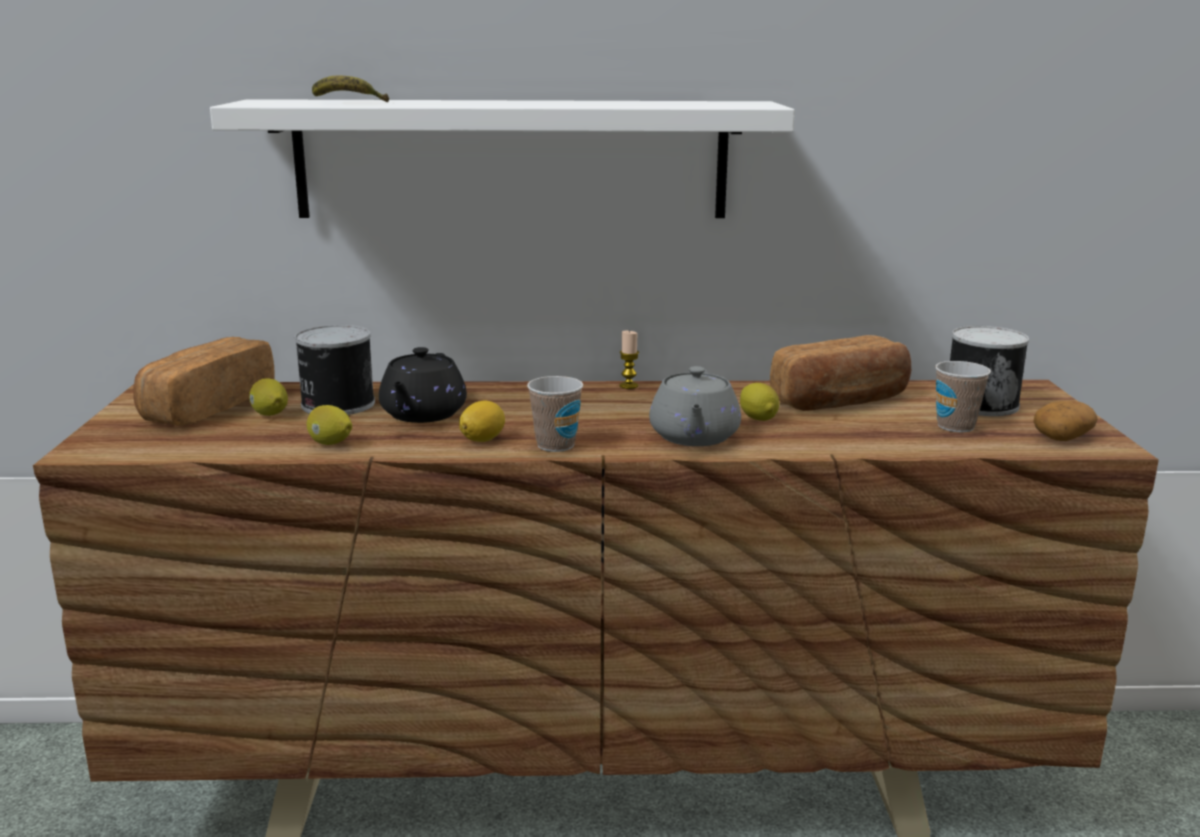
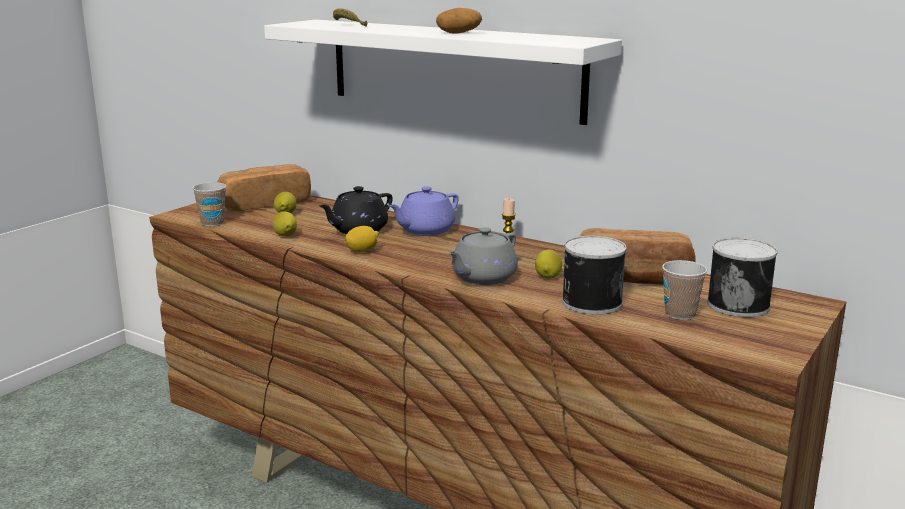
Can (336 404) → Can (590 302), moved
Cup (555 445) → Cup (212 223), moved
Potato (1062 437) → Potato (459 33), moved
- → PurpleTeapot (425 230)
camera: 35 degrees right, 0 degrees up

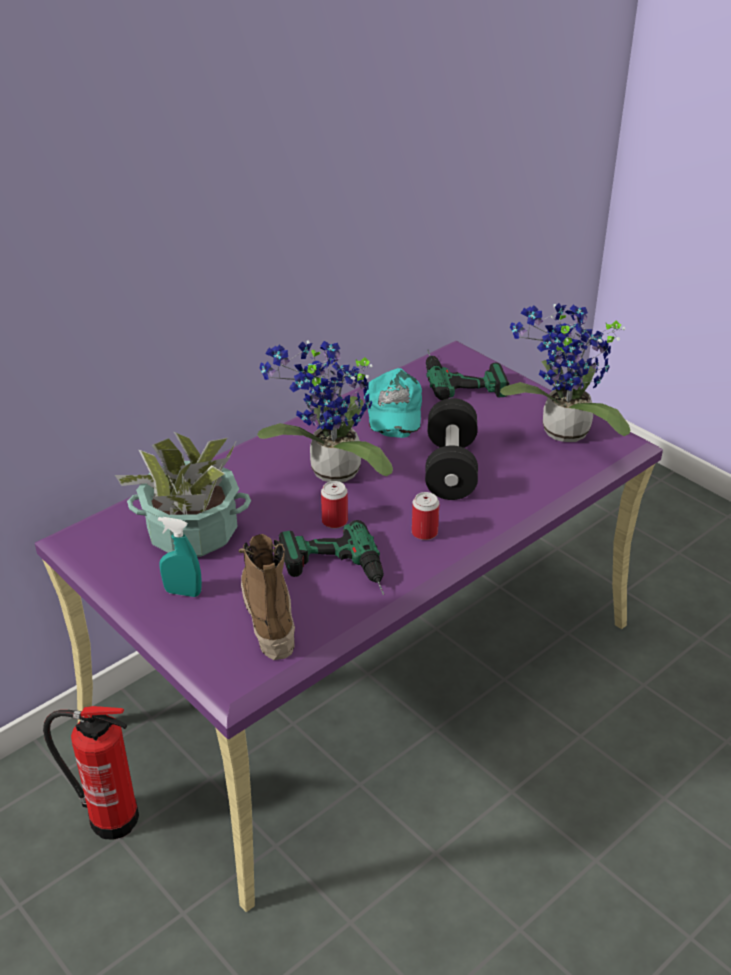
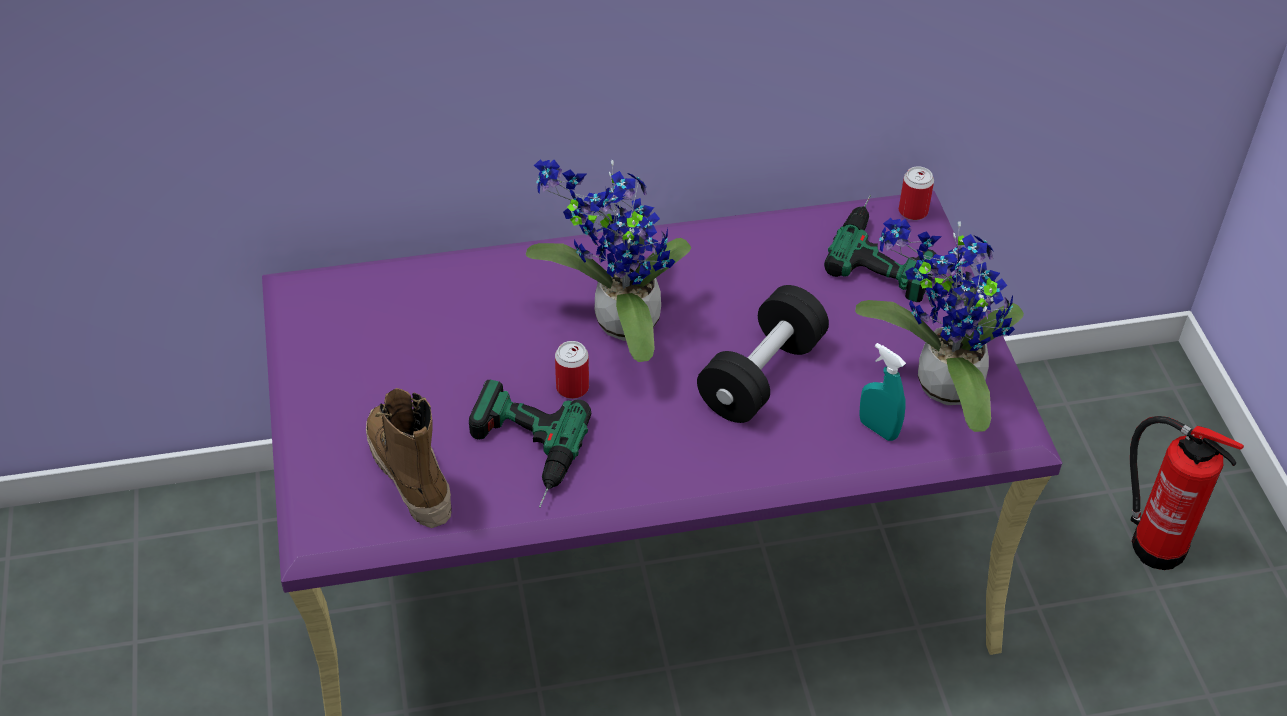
TurquoiseCap (392 411) → -
PottedPlant (192 533) → -
Can (424 532) → Can (913 211), moved
TurquoiseSprayBottle (183 592) → TurquoiseSprayBottle (878 429), moved
Boot (268 618) → Boot (409 475), 45 degrees counterclockwise
FireExtinguisher (110 817) → FireExtinguisher (1154 543), moved
camera: 30 degrees right, 10 degrees up

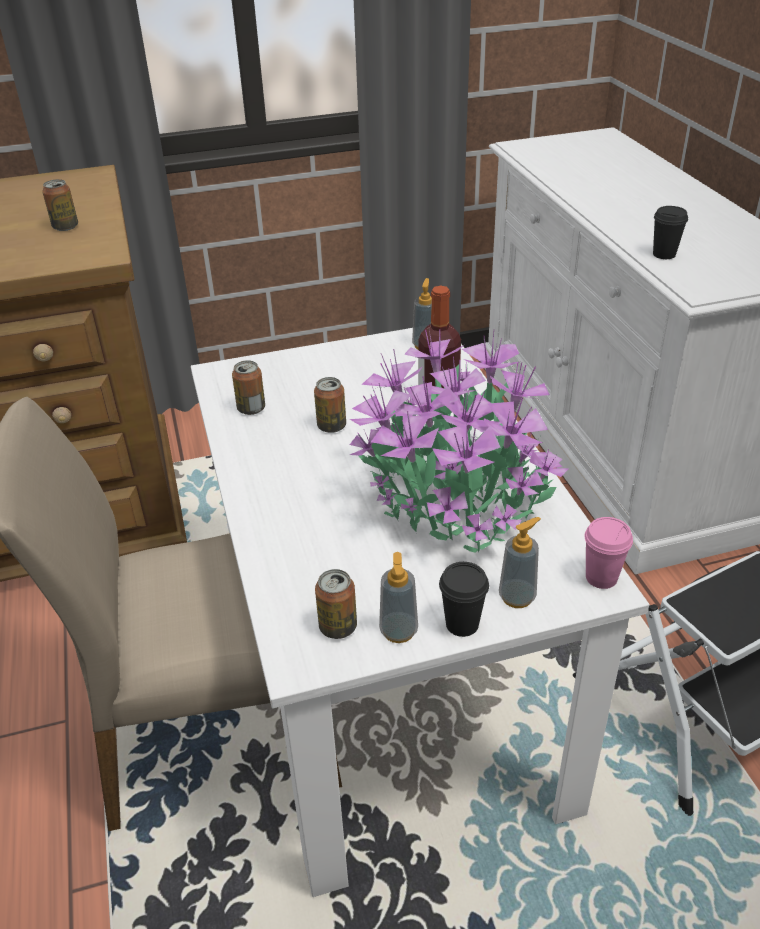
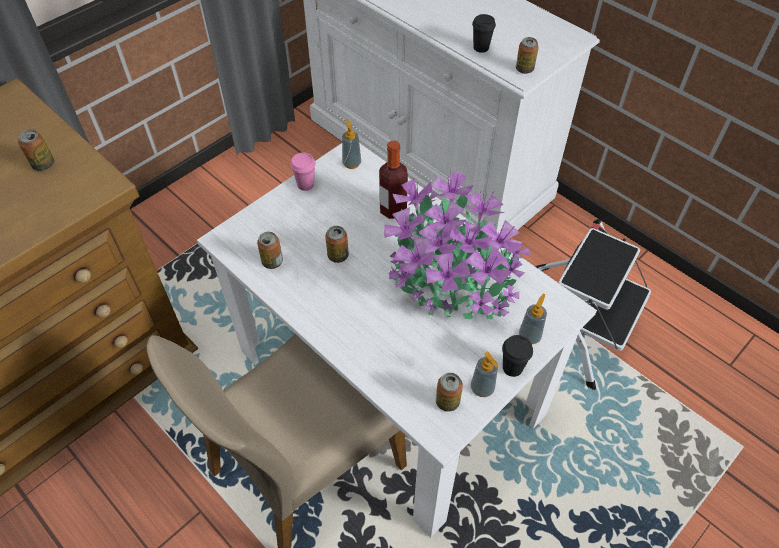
PinkCup (601 577) → PinkCup (305 184), moved
- → Can (524 69)
camera: 30 degrees left, 15 degrees up

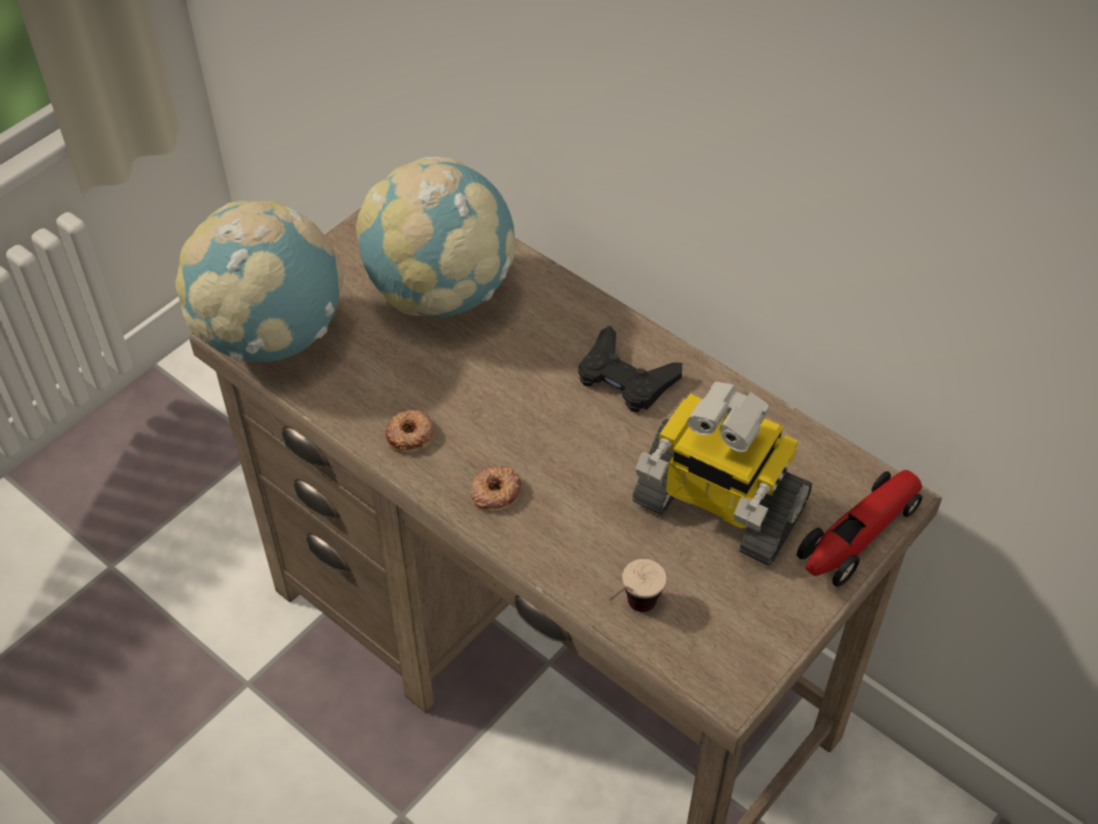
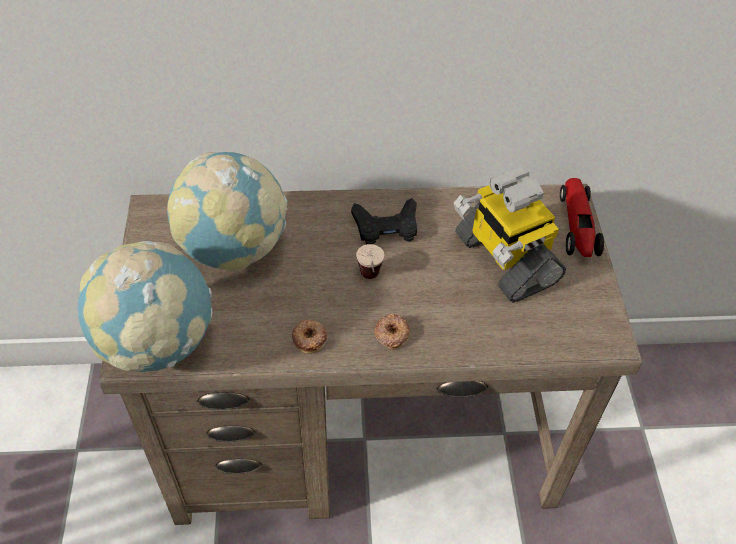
ToyRobot (717 507) → ToyRobot (504 259), 75 degrees clockwise
Cup (631 612) → Cup (370 281), moved
camera: 45 degrees left, 0 degrees up

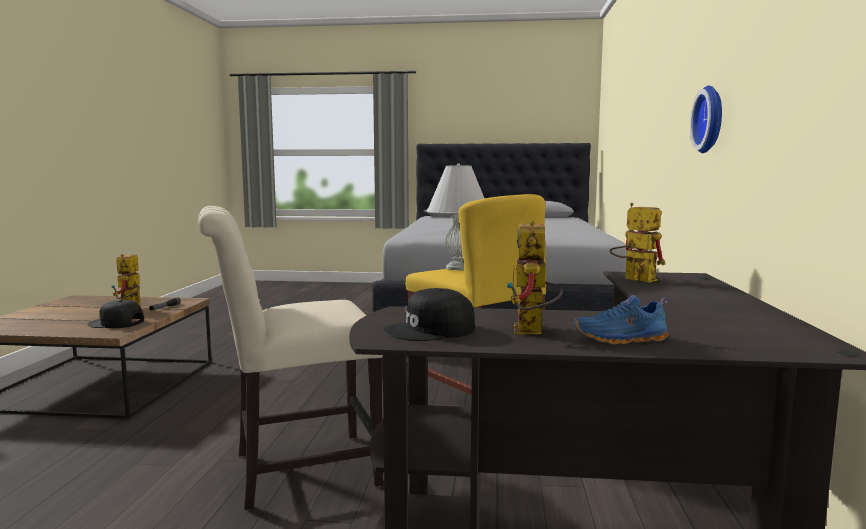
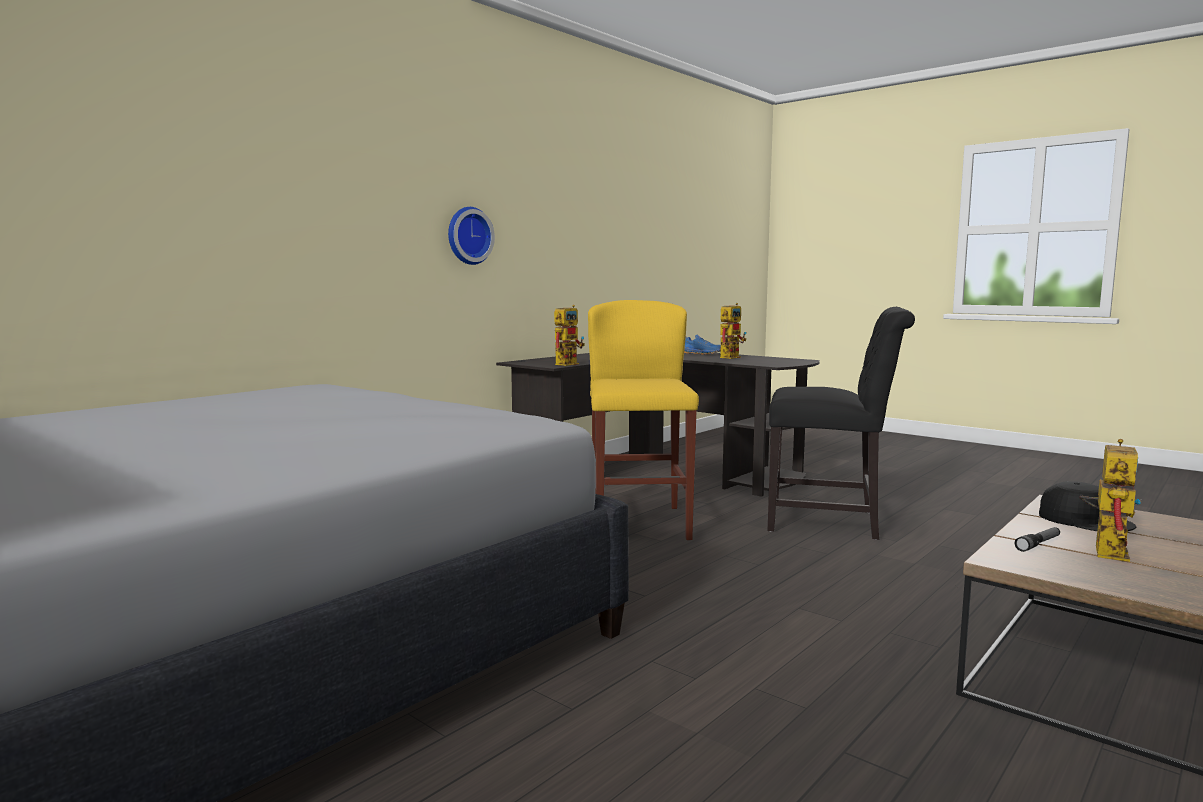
WhiteTableLamp (458 268) → -
ToyRobot (633 279) → ToyRobot (568 363), 135 degrees counterclockwise
BeigeChair (294 470) → BlackChair (831 522)
BlackCap (430 330) → -
camera: 145 degrees left, 0 degrees up

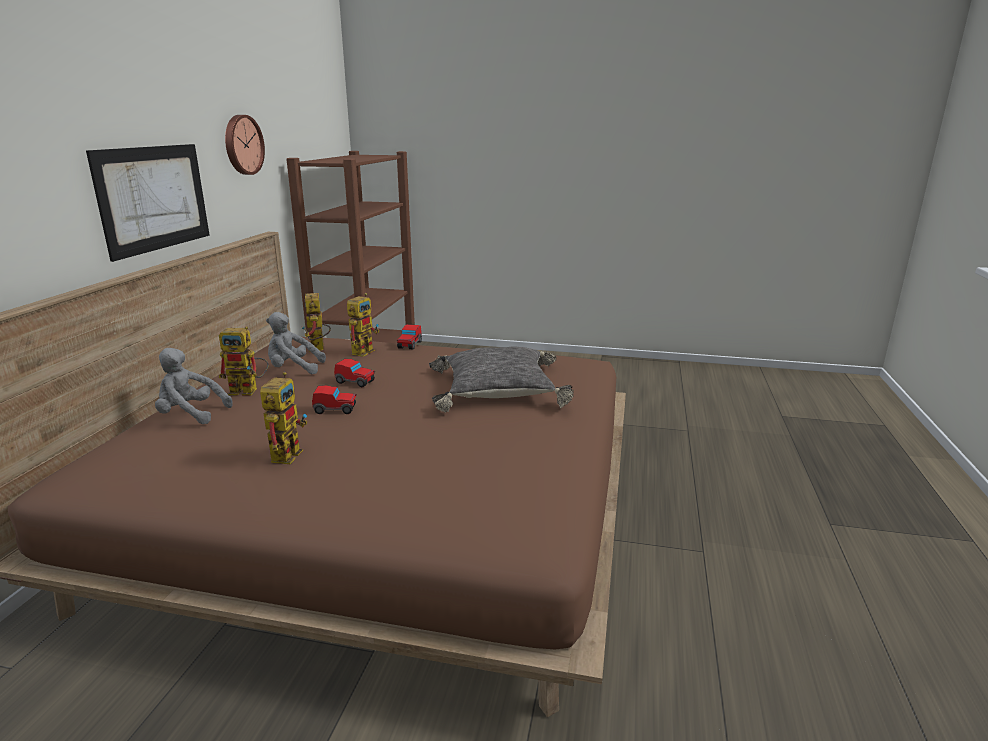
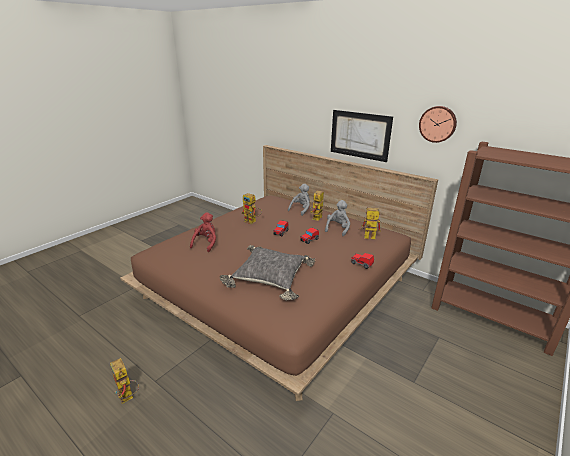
ToyRobot (364 350) → ToyRobot (128 397), moved
- → RedPlushToy (206 243)
camera: 115 degrees right, 5 degrees up

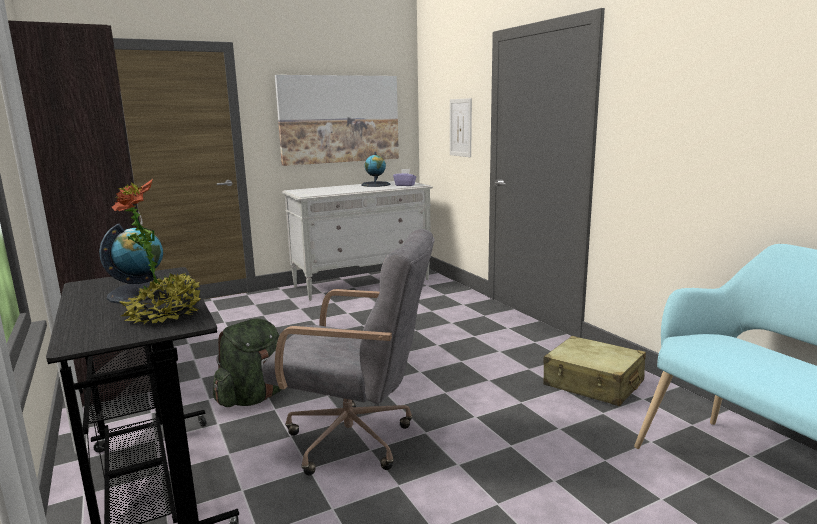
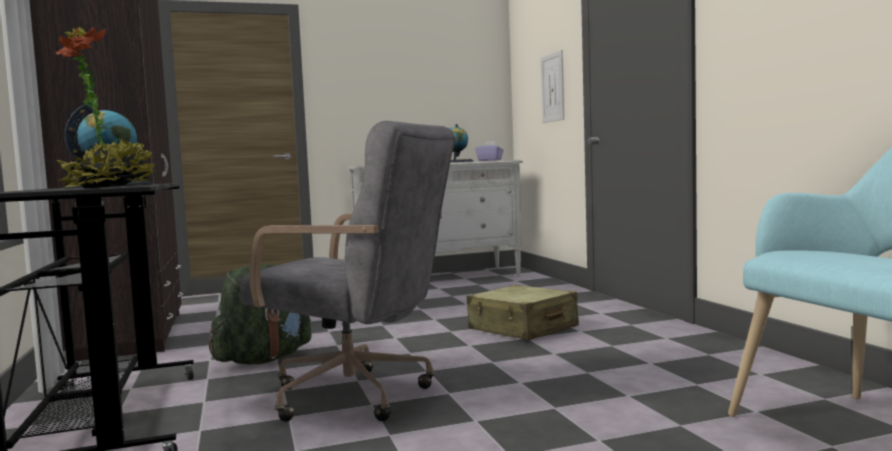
Picture (339 119) → -
BeigeSuitcase (593 384) → BeigeSuitcase (522 328), moved
camera: 10 degrees right, 10 degrees down

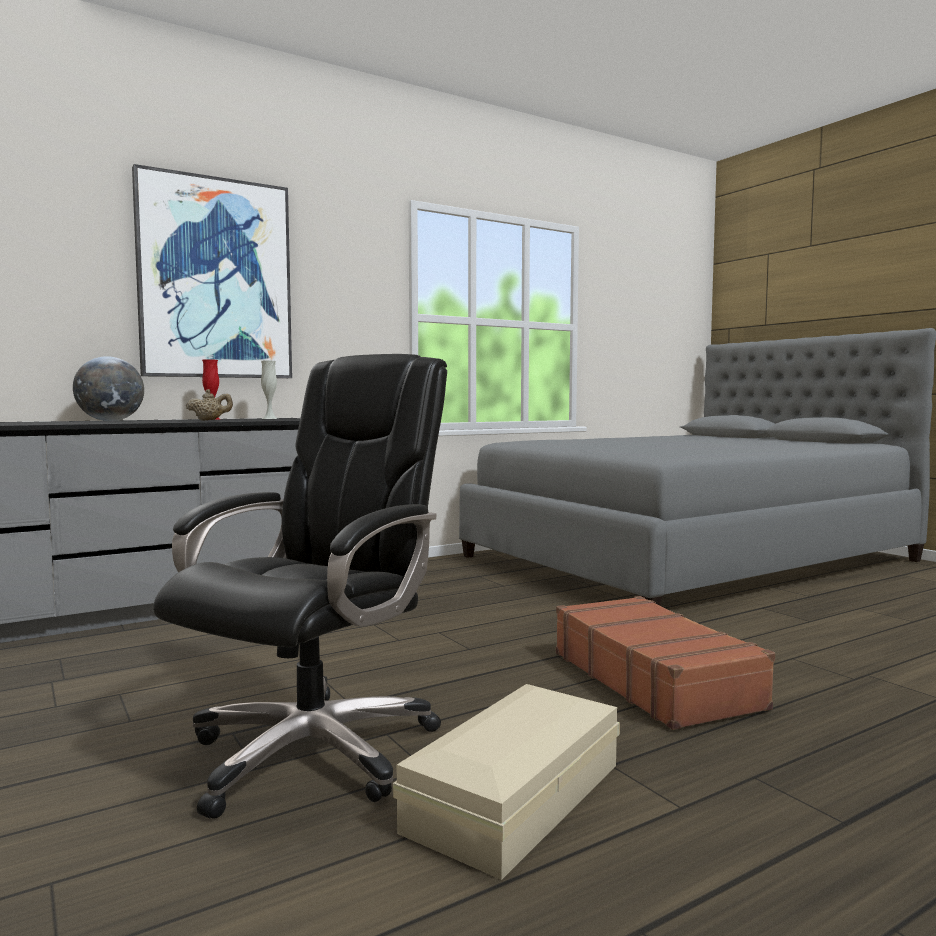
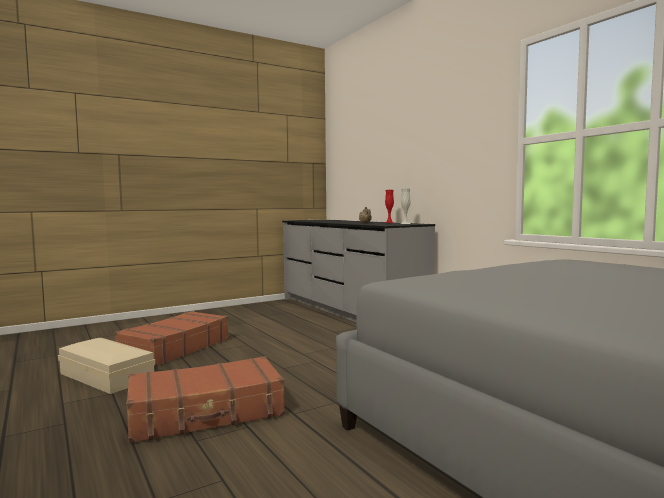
Picture (215 279) → -
BlackOfficeChair (315 750) → BrownSuitcase (175 348)
Globe (110 421) → -
camera: 90 degrees right, 0 degrees up

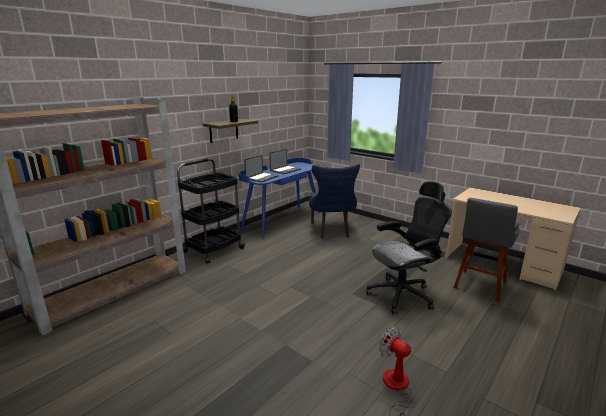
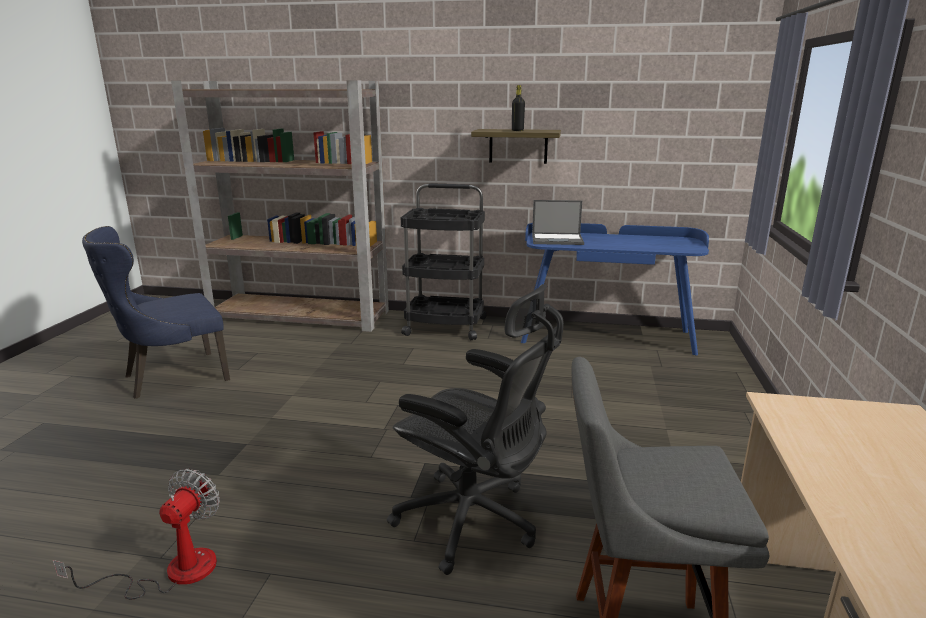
Laptop (285 170) → -
BlueChair (332 230) → BlueChair (172 377), moved
camera: 60 degrees right, 0 degrees up

